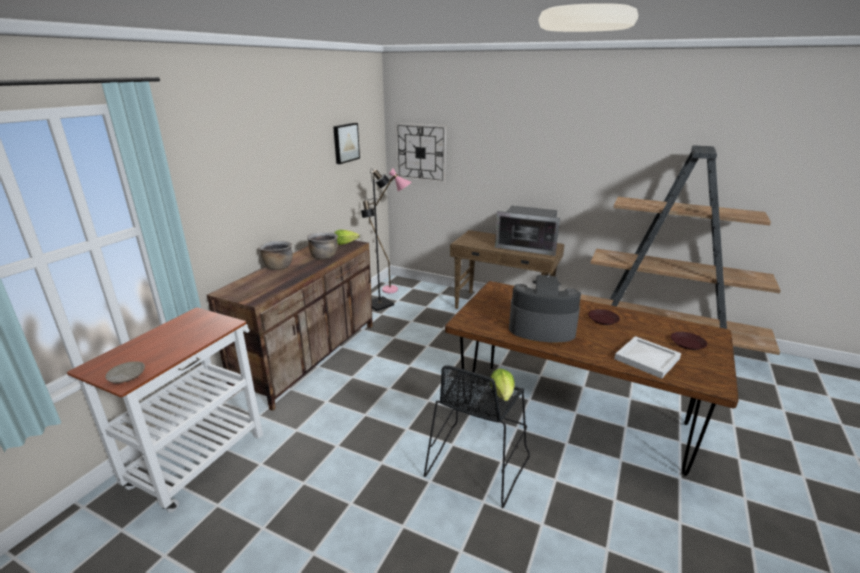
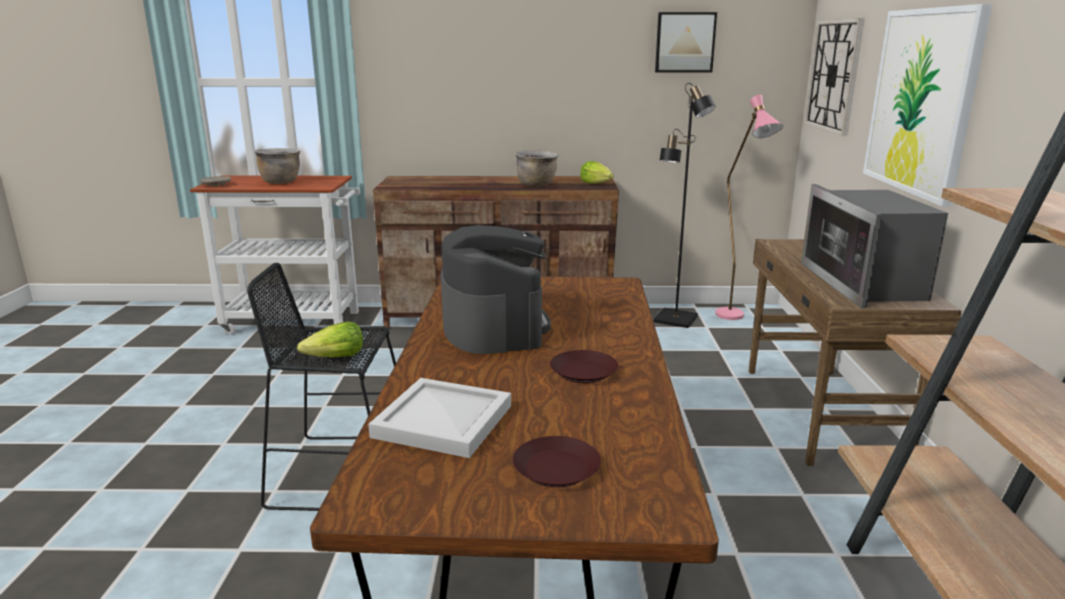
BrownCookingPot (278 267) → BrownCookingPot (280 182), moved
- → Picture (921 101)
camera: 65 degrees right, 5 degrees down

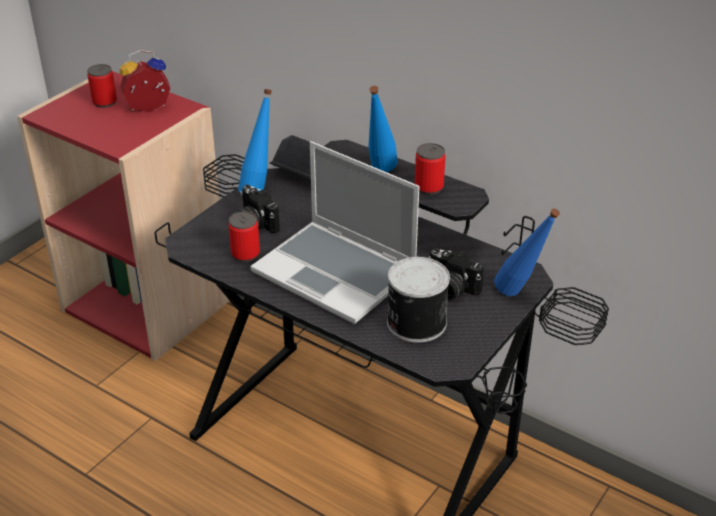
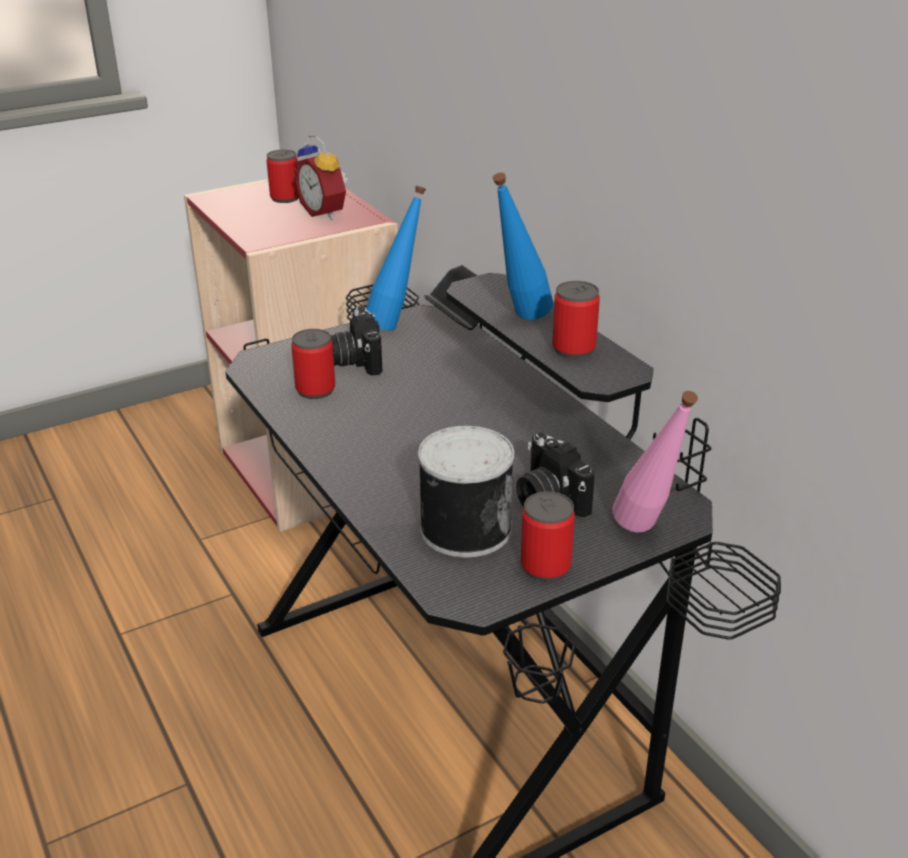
AlarmClock (148 109) → AlarmClock (325 213), 135 degrees counterclockwise
Laptop (337 273) → -
BlueBottle (520 296) → PinkBottle (647 535)
- → Can (545 566)
camera: 25 degrees right, 5 degrees down

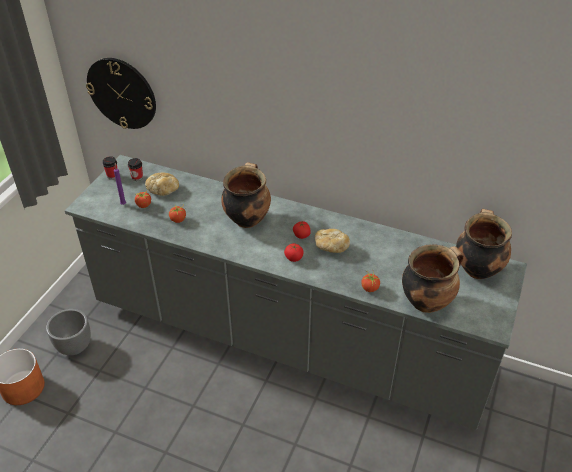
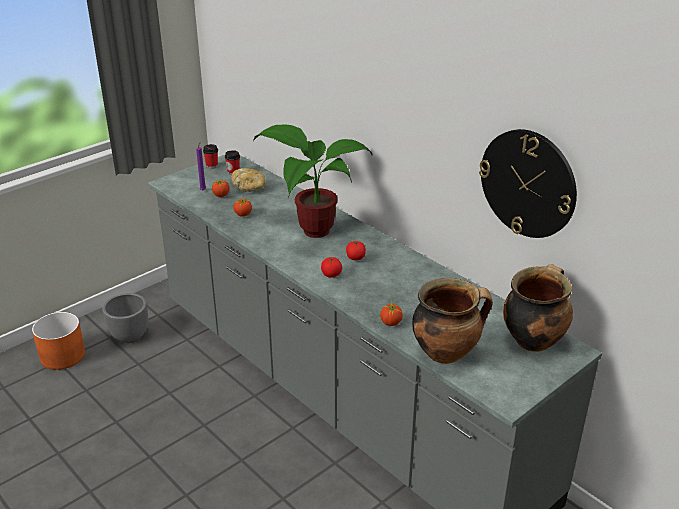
WallClock (122 93) → WallClock (528 183), moved
CookingPot (247 219) → PottedPlant (311 230)
Bread (330 246) → -
camera: 25 degrees right, 10 degrees down

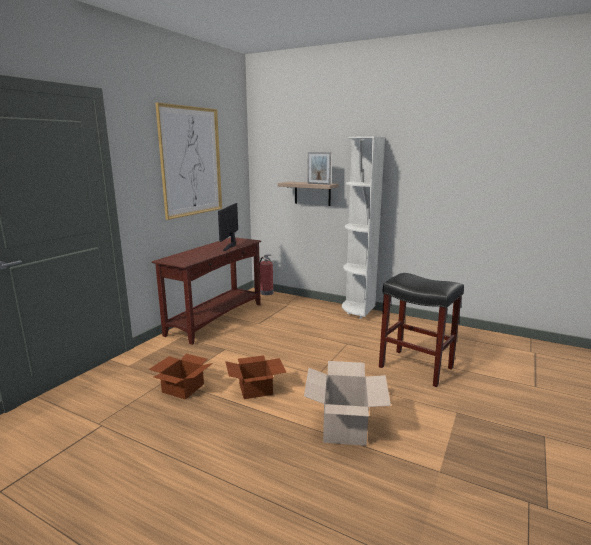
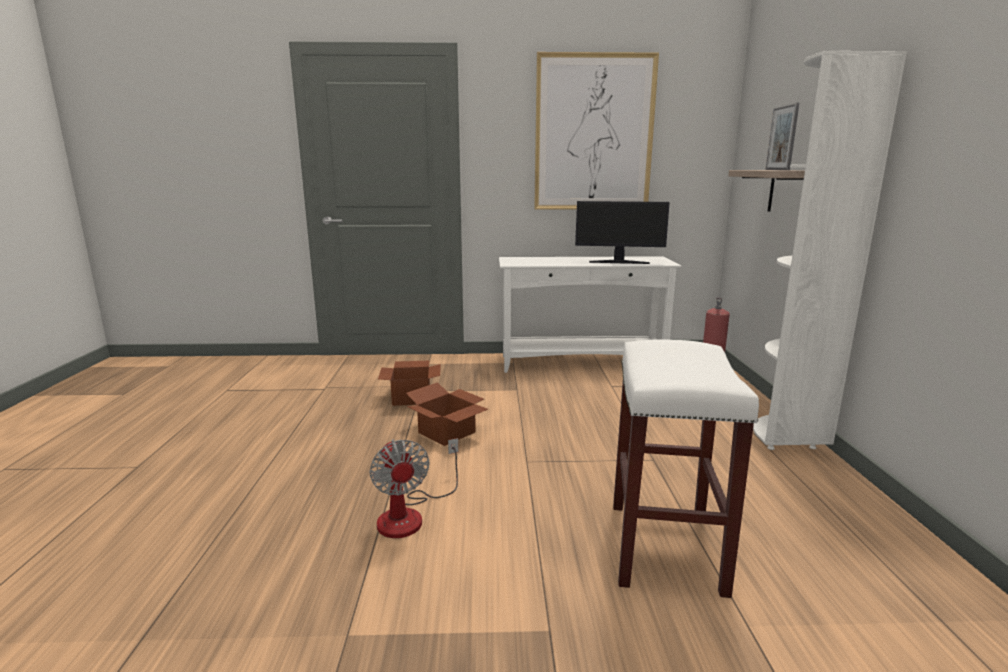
Monitor (231 246) → Monitor (618 262), 150 degrees counterclockwise
BrownConsoleTable (216 319) → WhiteConsoleTable (582 362)
BlackStool (414 367) → WhiteStool (663 545)
CardboardBox (344 426) → Fan (410 514)
camera: 60 degrees right, 0 degrees up

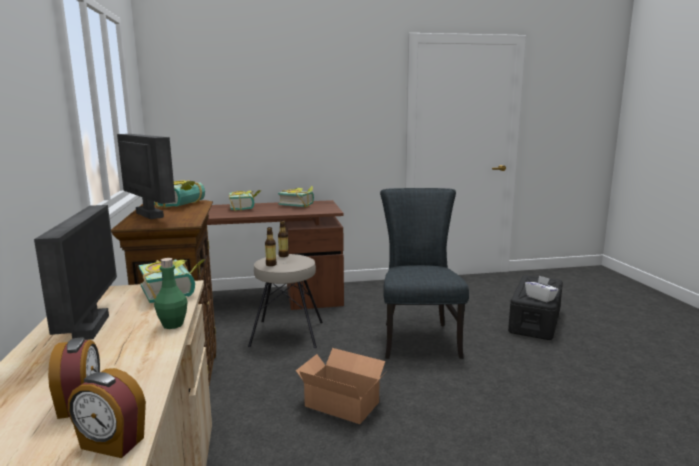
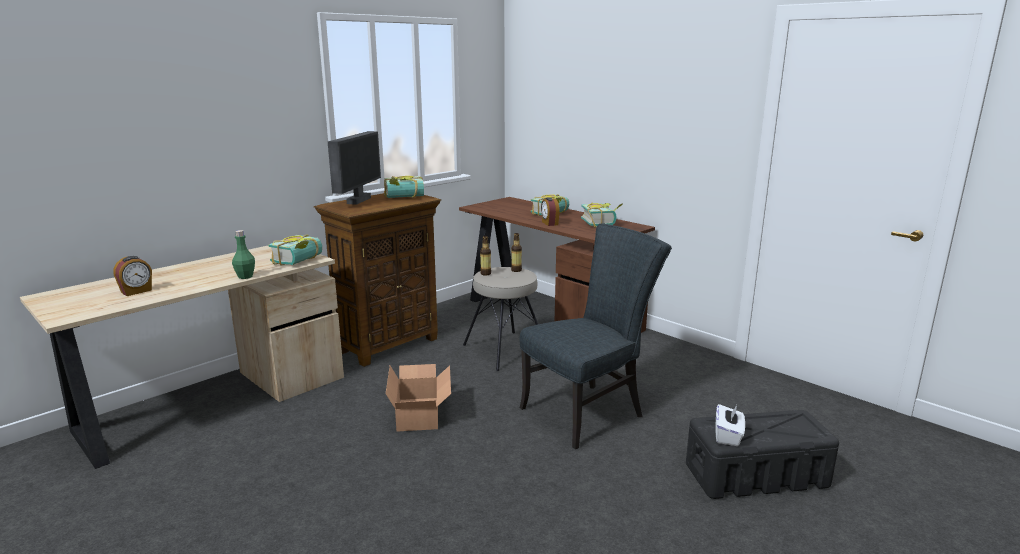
Monitor (89 328) → -
AlarmClock (111 444) → AlarmClock (549 223), moved
camera: 55 degrees right, 5 degrees up

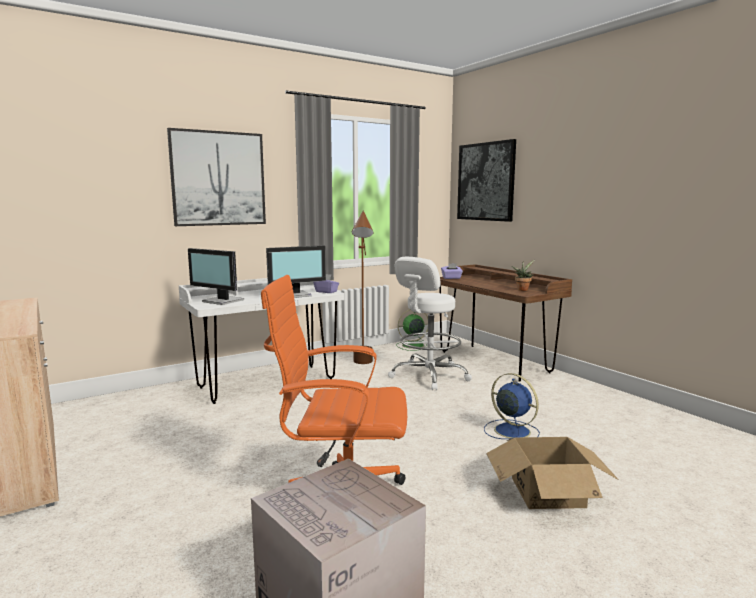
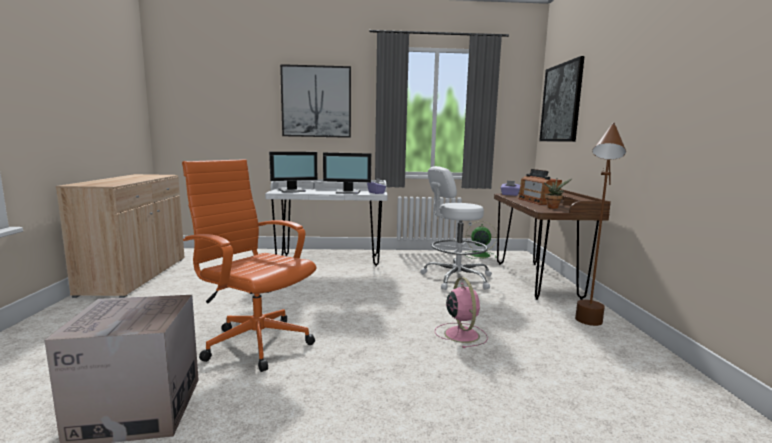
BrownFloorLamp (363 366) → BrownFloorLamp (587 328), moved
Monitor (222 301) → Monitor (292 191), 90 degrees counterclockwise
BlueFan (510 430) → PinkFan (461 334)
CardboardBox (547 492) → -
- → Radio (537 201)
camera: 30 degrees right, 0 degrees up

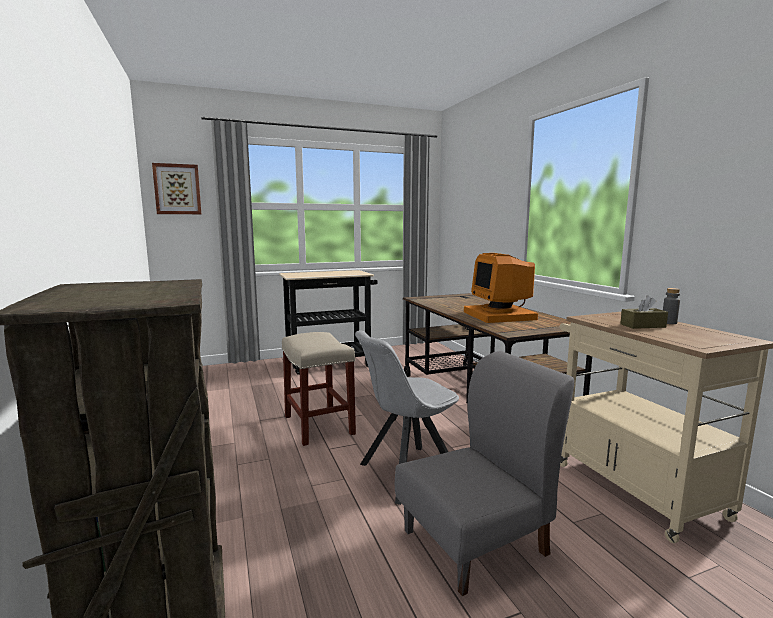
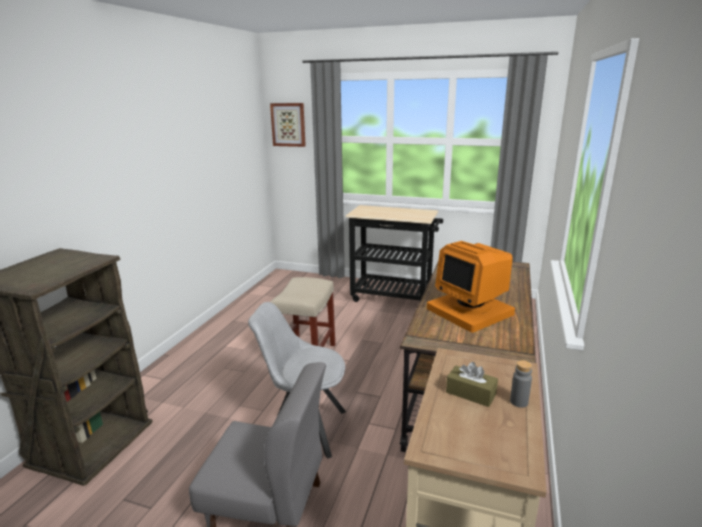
Monitor (500 315) → Monitor (471 311), 60 degrees counterclockwise
camera: 40 degrees right, 10 degrees up

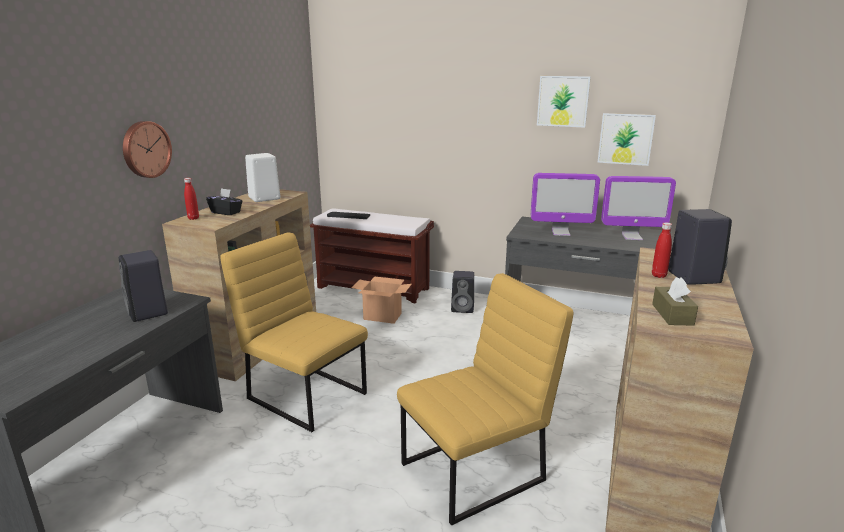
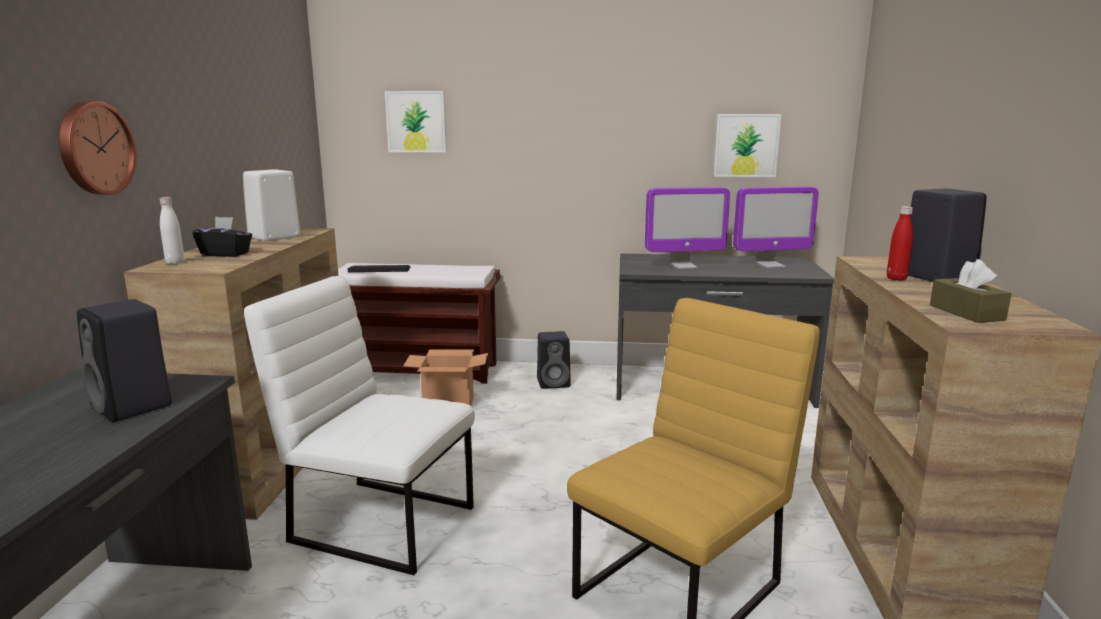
Picture (563 101) → Picture (416 122), moved
RedBottle (193 218) → WhiteBottle (175 263)
YellowChair (305 394) → WhiteChair (379 522)
camera: 15 degrees left, 5 degrees down

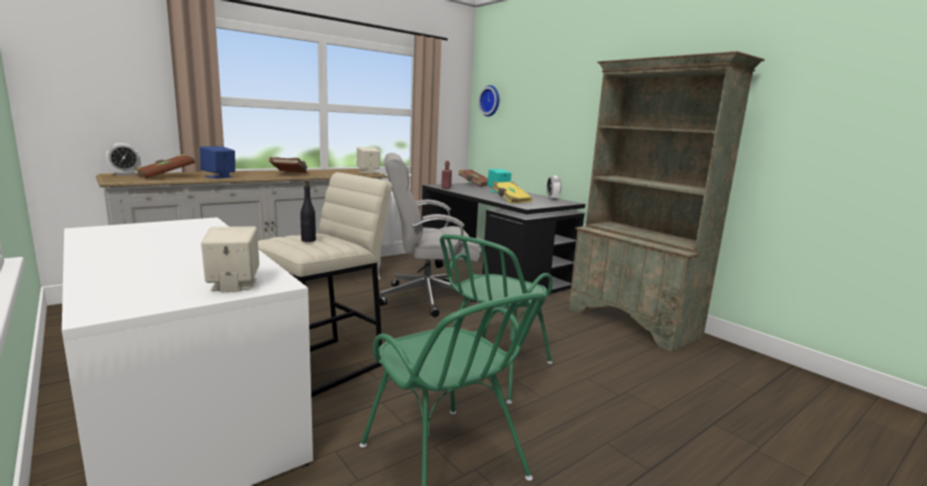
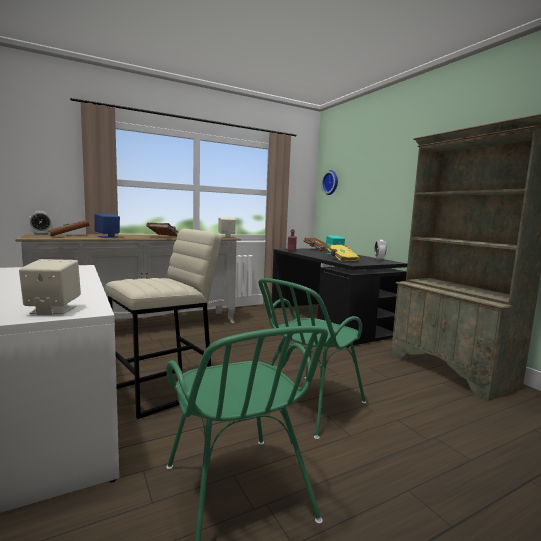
GreyOfficeChair (427 298) → -
BlackBottle (308 240) → -
camera: 10 degrees right, 5 degrees down

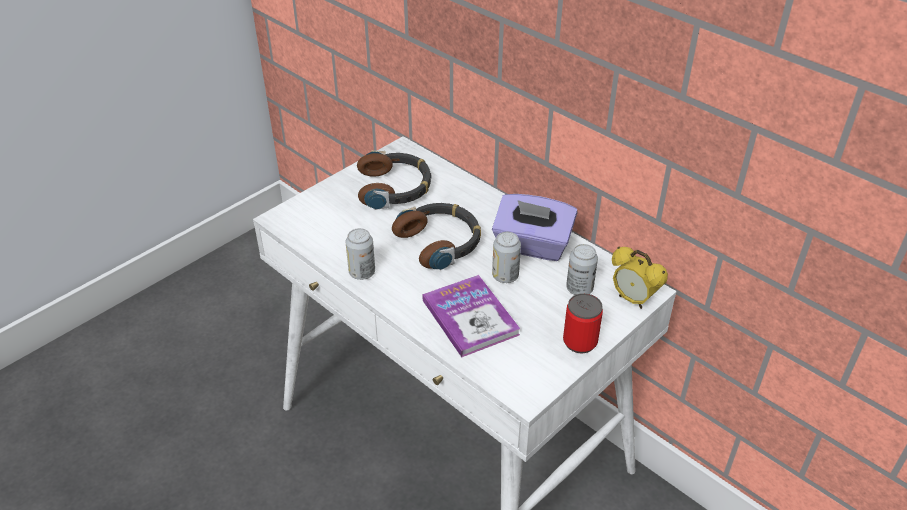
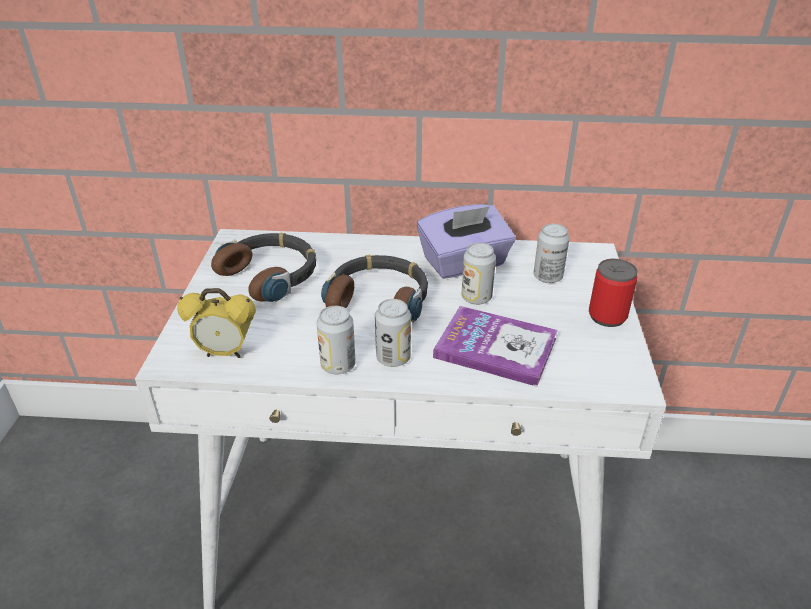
AlarmClock (633 300) → AlarmClock (225 353), moved
- → Can (393 358)
camera: 40 degrees left, 5 degrees down

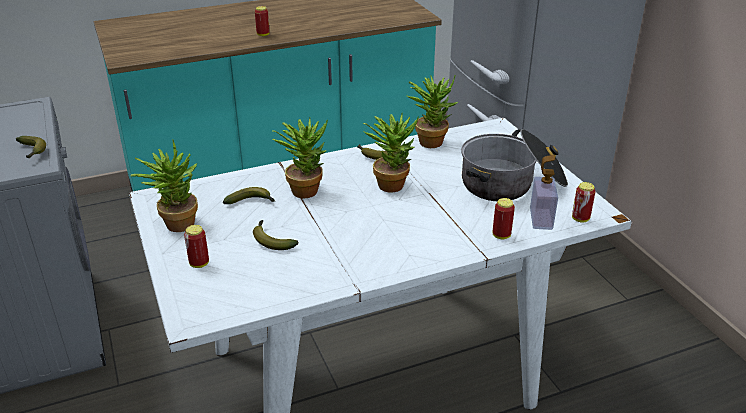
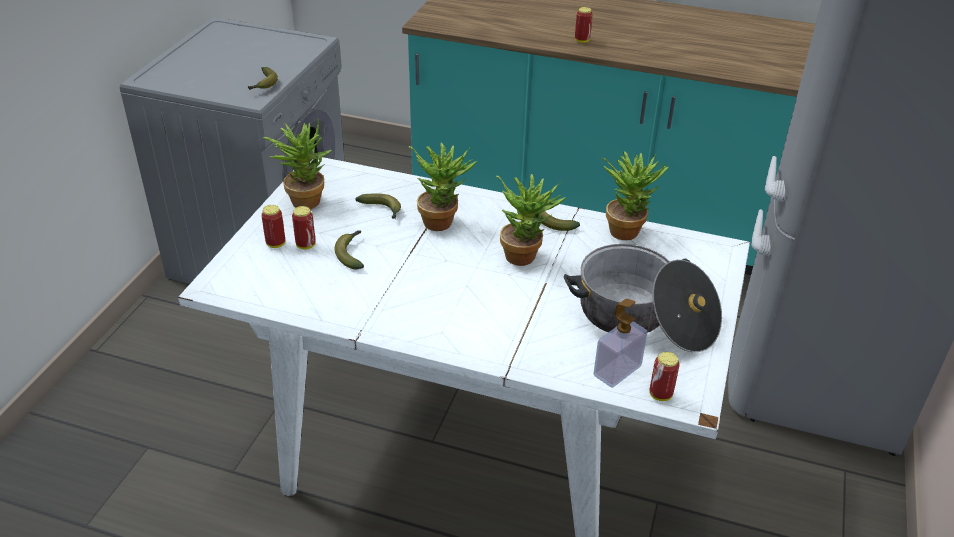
Can (501 235) → Can (306 245), moved
camera: 40 degrees right, 5 degrees up

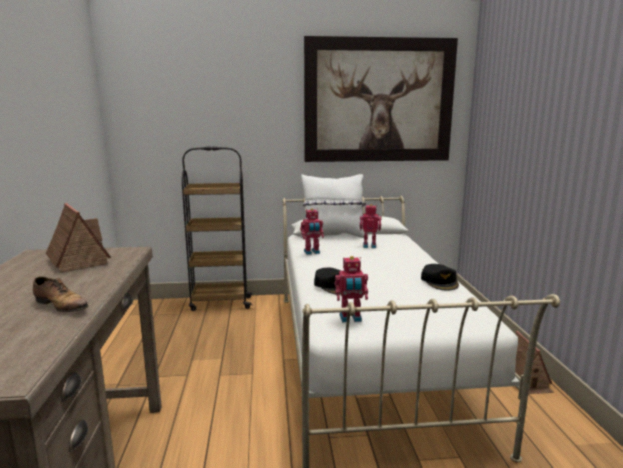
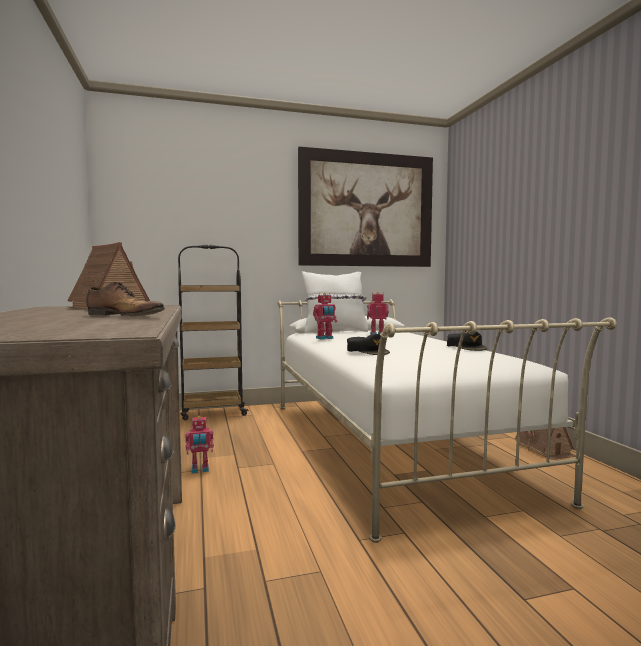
ToyRobot (350 319) → ToyRobot (200 470), moved
camera: 10 degrees left, 10 degrees down

